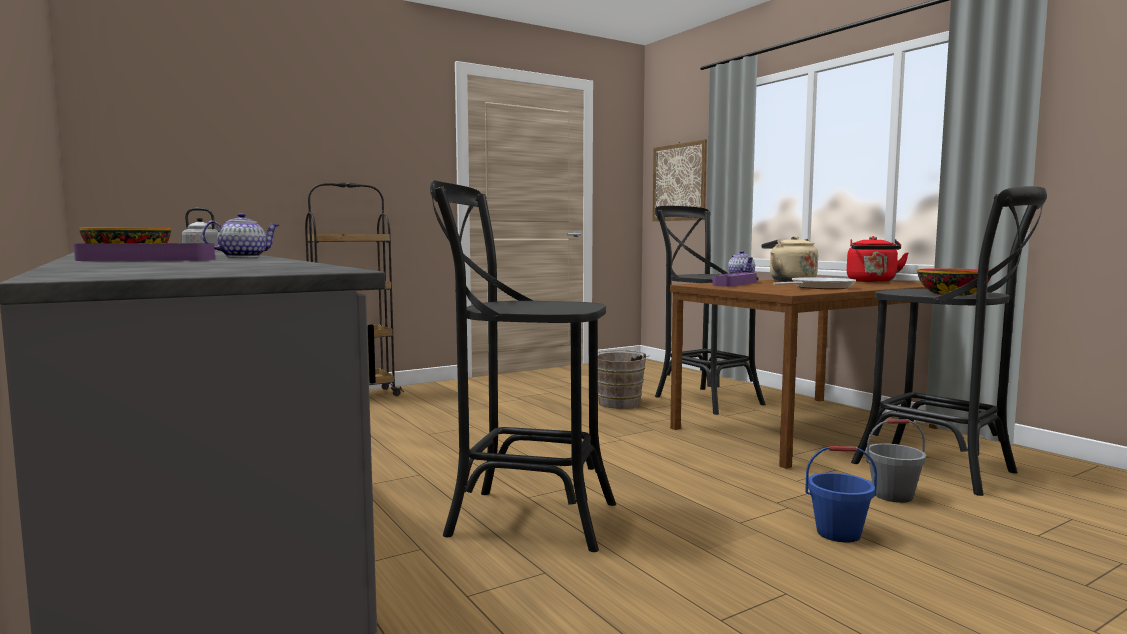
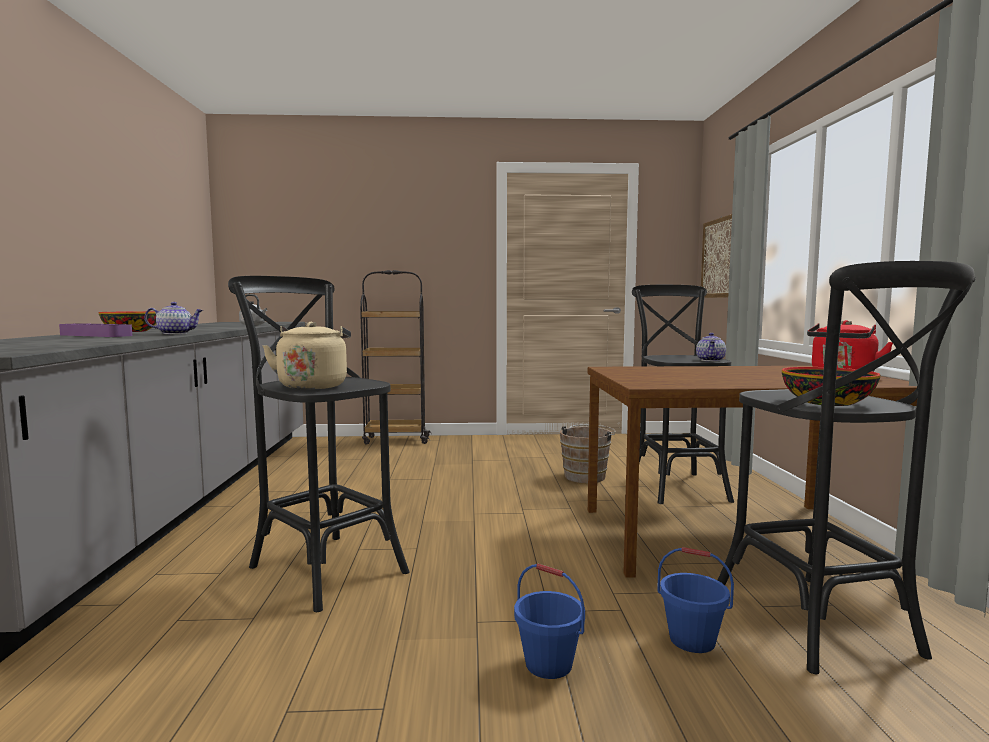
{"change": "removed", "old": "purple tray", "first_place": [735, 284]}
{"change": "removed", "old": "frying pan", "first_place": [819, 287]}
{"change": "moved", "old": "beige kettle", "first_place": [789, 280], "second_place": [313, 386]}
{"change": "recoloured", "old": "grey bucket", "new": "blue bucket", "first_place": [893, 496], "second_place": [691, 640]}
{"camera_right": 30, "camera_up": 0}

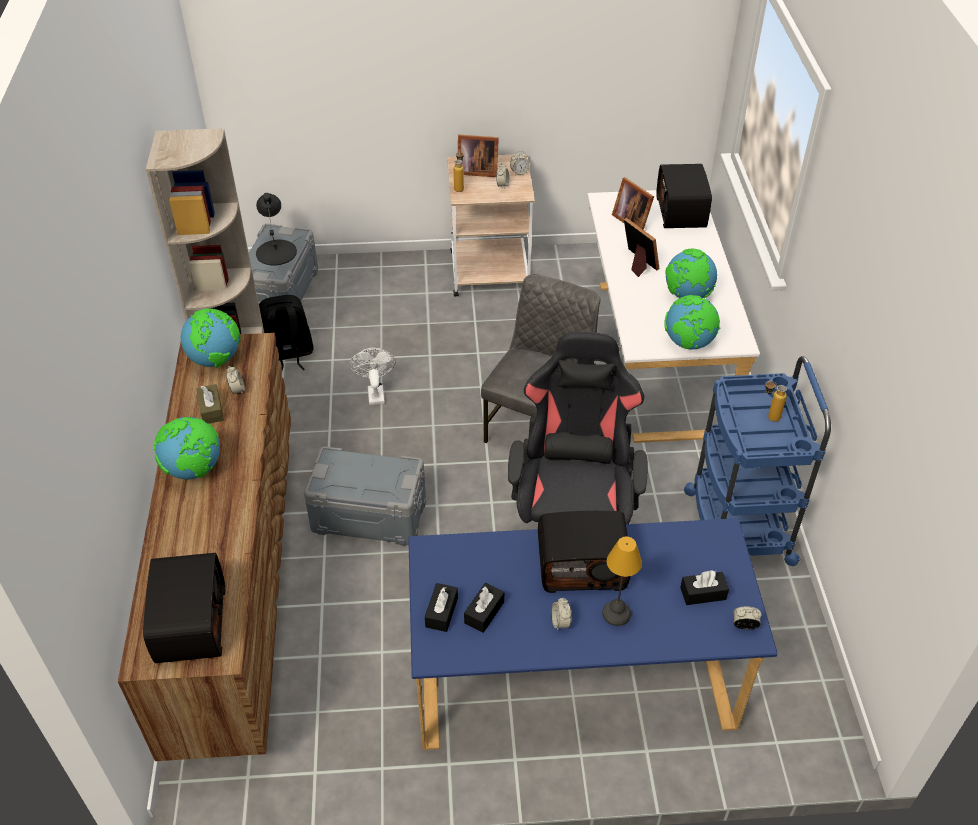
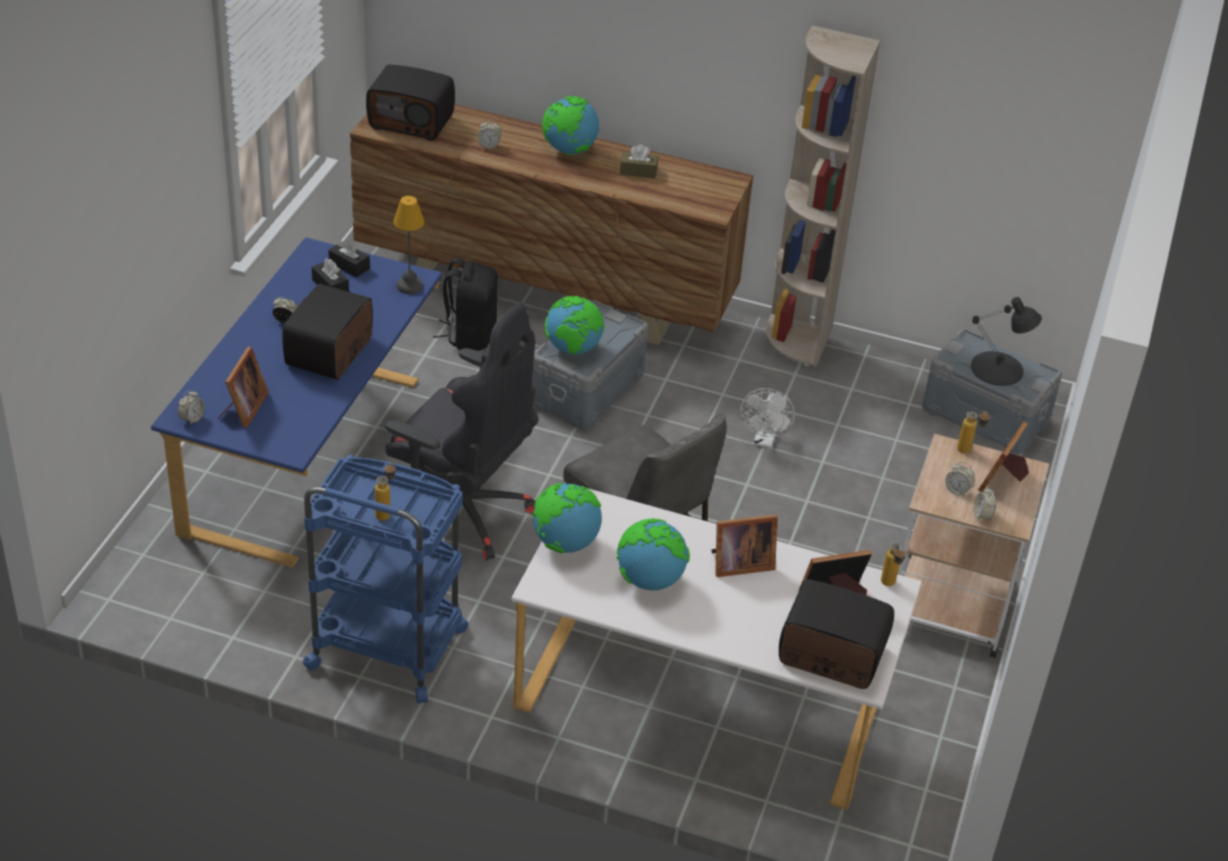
{"change": "added", "new": "bottle", "second_place": [889, 586]}
{"change": "moved", "old": "globe", "first_place": [216, 359], "second_place": [573, 349]}
{"change": "moved", "old": "alarm clock", "first_place": [237, 390], "second_place": [489, 146]}
{"change": "moved", "old": "black backpack", "first_place": [288, 354], "second_place": [470, 335]}
{"change": "moved", "old": "table lamp", "first_place": [617, 613], "second_place": [409, 286]}
{"change": "replaced", "old": "black tissue box", "new": "picture frame", "first_place": [703, 593], "second_place": [243, 409]}
{"change": "turned", "old": "white fan", "first_place": [375, 392], "second_place": [764, 441], "degrees": 90}
{"camera_right": 110, "camera_up": -5}

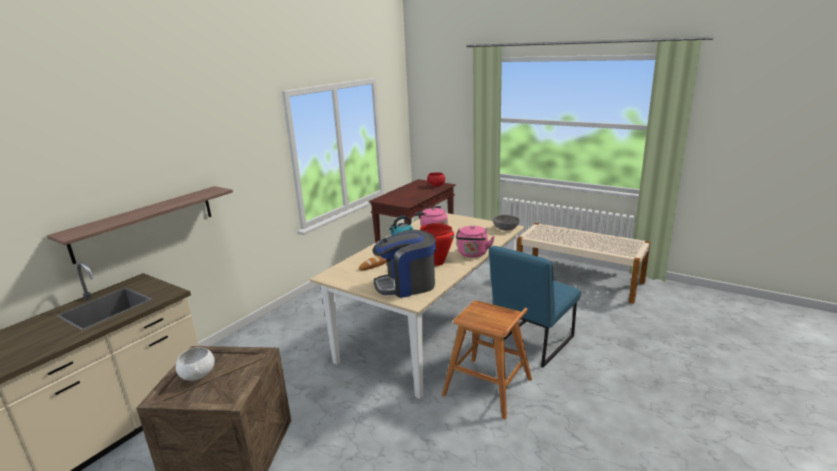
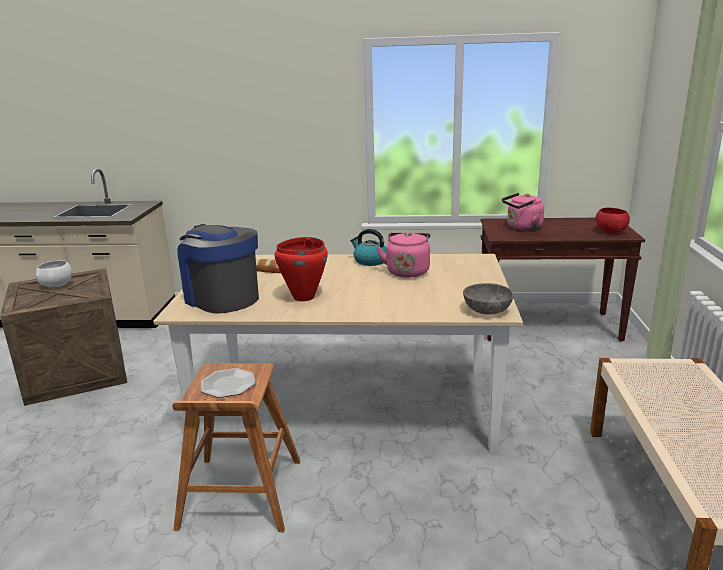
{"change": "removed", "old": "shelf", "first_place": [145, 222]}
{"change": "removed", "old": "blue chair", "first_place": [532, 342]}
{"change": "added", "new": "plate", "second_place": [228, 384]}
{"change": "moved", "old": "pink kettle", "first_place": [472, 254], "second_place": [522, 227]}
{"camera_right": 60, "camera_up": 0}

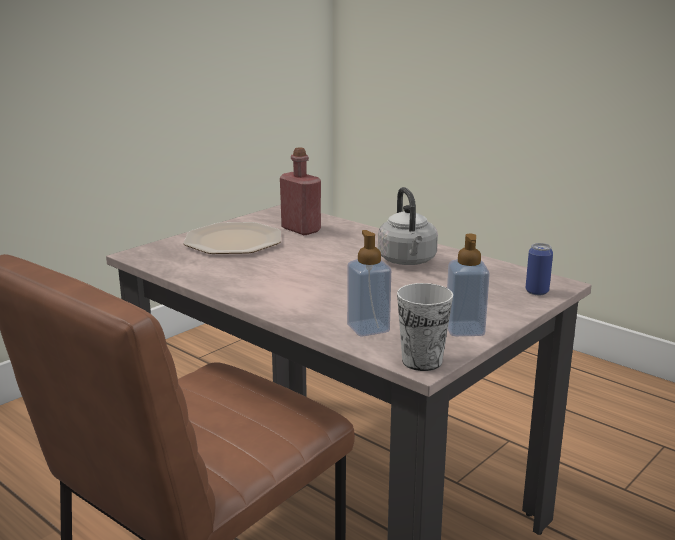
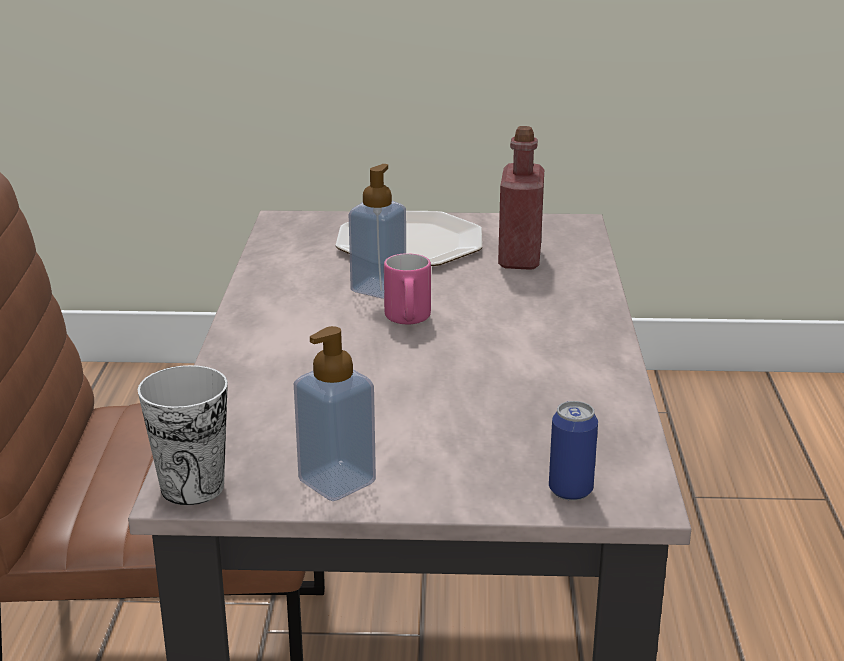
{"change": "removed", "old": "grey kettle", "first_place": [408, 261]}
{"change": "added", "new": "pink mug", "second_place": [408, 321]}
{"change": "moved", "old": "soap dispenser", "first_place": [368, 328], "second_place": [378, 288]}
{"camera_right": 50, "camera_up": 5}

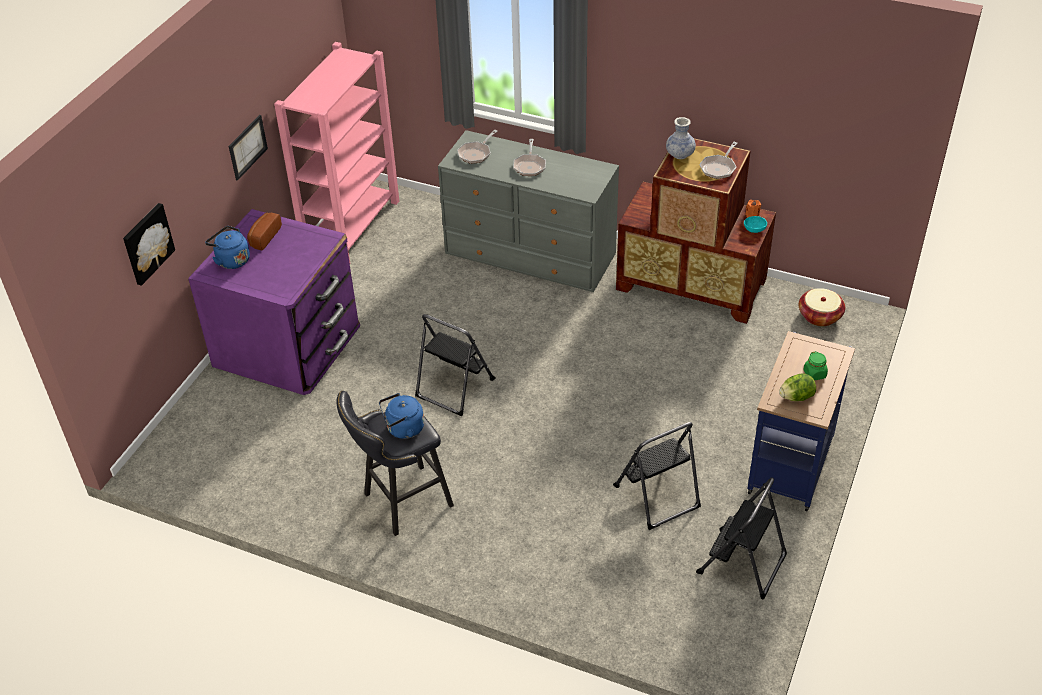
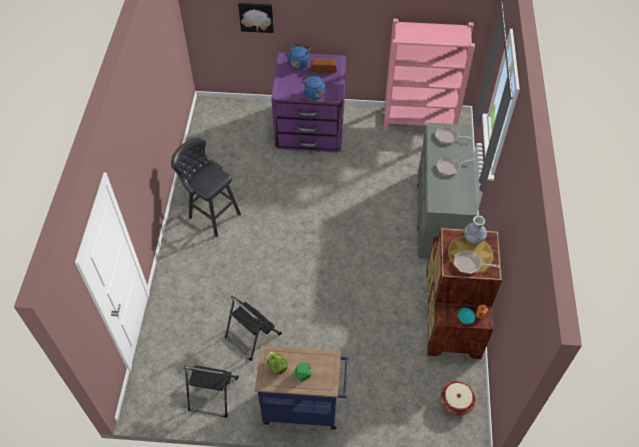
{"change": "removed", "old": "picture", "first_place": [247, 147]}
{"change": "removed", "old": "black step ladder", "first_place": [453, 389]}
{"change": "moved", "old": "blue kettle", "first_place": [403, 429], "second_place": [313, 93]}
{"camera_right": 70, "camera_up": 10}

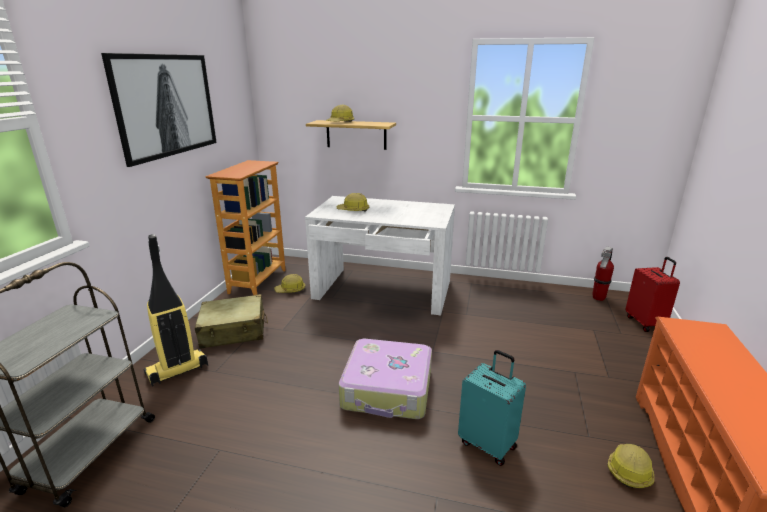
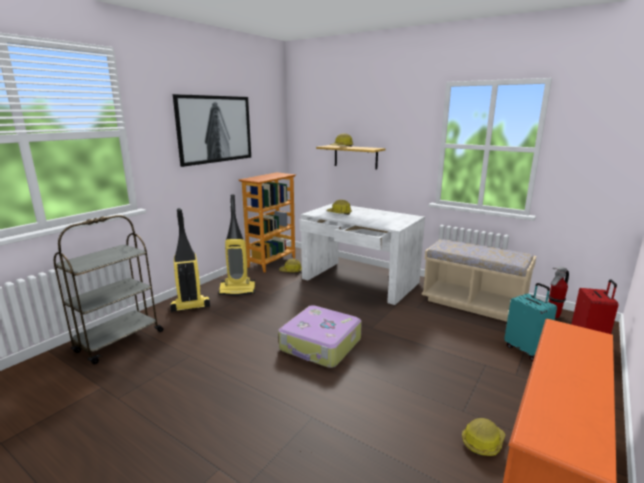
{"change": "added", "new": "beige bench", "second_place": [473, 304]}
{"change": "moved", "old": "turquoise suitcase", "first_place": [488, 444], "second_place": [526, 350]}
{"change": "replaced", "old": "beige suitcase", "new": "vacuum cleaner", "first_place": [234, 331], "second_place": [238, 290]}
{"camera_right": 20, "camera_up": -5}

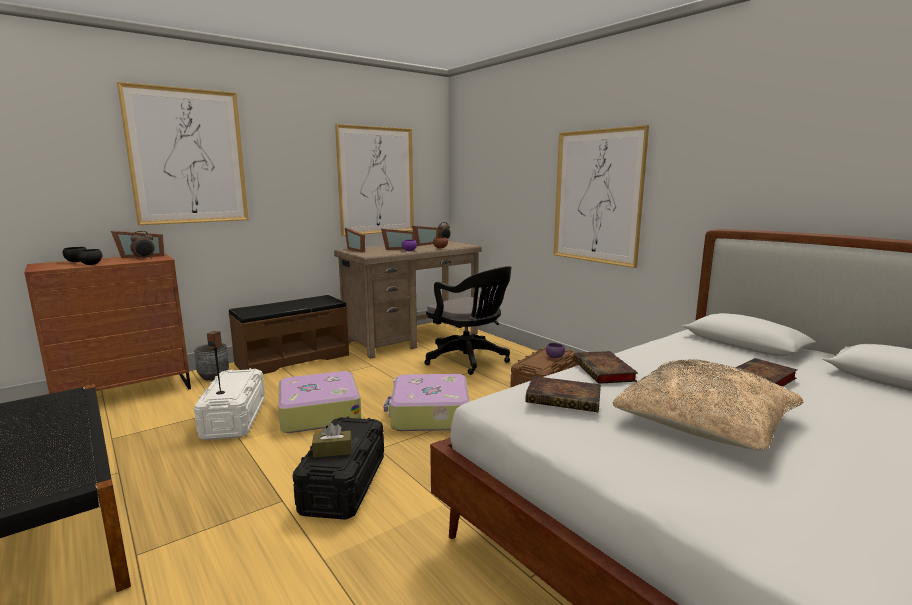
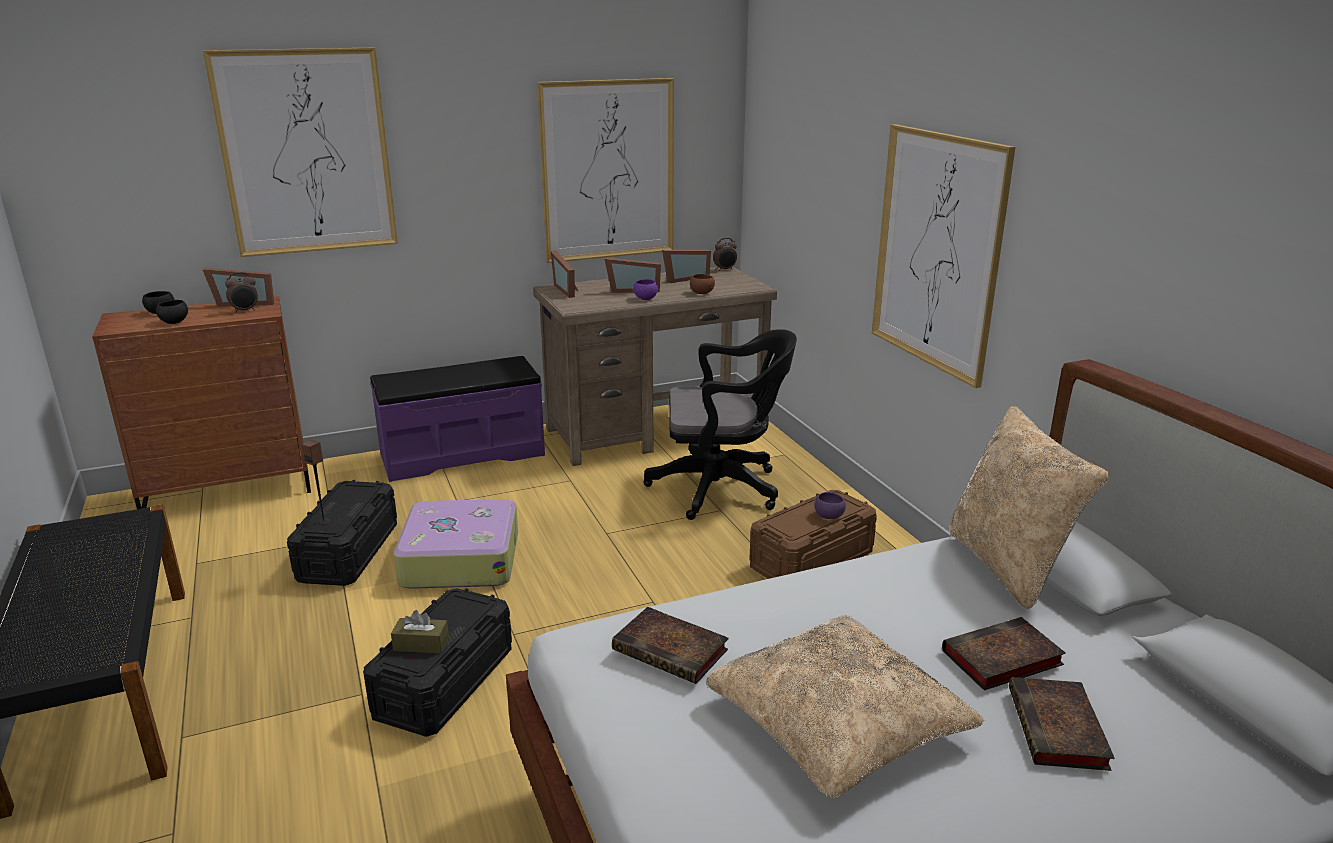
{"change": "removed", "old": "grey planter", "first_place": [214, 376]}
{"change": "removed", "old": "suitcase", "first_place": [429, 414]}
{"change": "added", "new": "beige pillow", "second_place": [1006, 570]}
{"change": "moved", "old": "book", "first_place": [605, 372], "second_place": [1059, 731]}
{"change": "recoloured", "old": "white storage box", "new": "black storage box", "first_place": [234, 418], "second_place": [349, 552]}
{"change": "recoloured", "old": "brown bench", "new": "purple bench", "first_place": [292, 359], "second_place": [462, 454]}
{"change": "turned", "old": "black office chair", "first_place": [469, 360], "second_place": [722, 488], "degrees": -60}
{"camera_right": 15, "camera_up": 10}

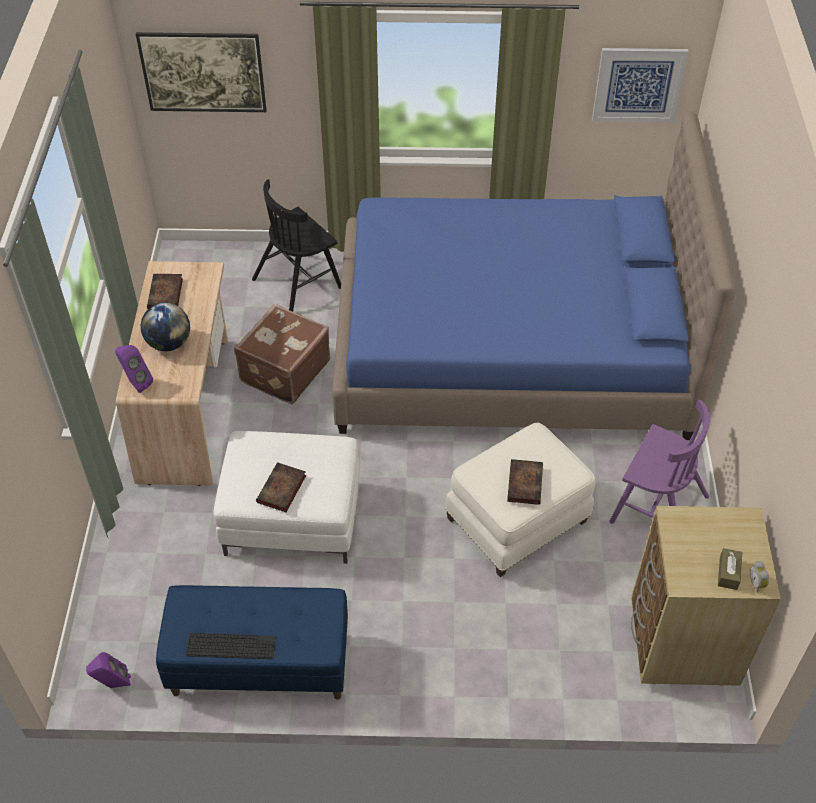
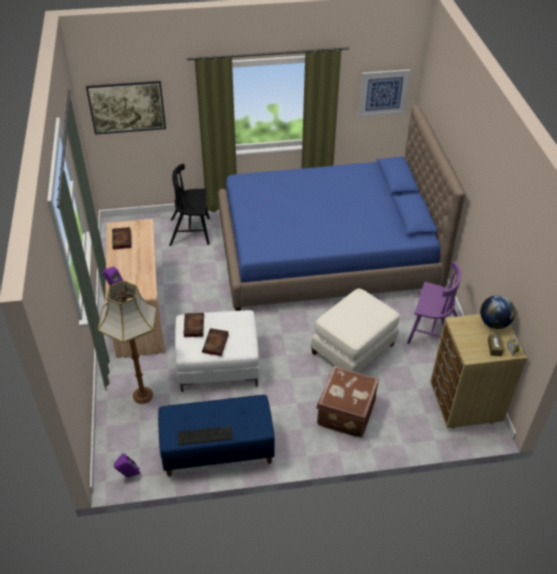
{"change": "added", "new": "floor lamp", "second_place": [142, 395]}
{"change": "moved", "old": "globe", "first_place": [169, 343], "second_place": [494, 323]}
{"change": "moved", "old": "brown suitcase", "first_place": [283, 371], "second_place": [345, 413]}
{"change": "moved", "old": "book", "first_place": [524, 483], "second_place": [193, 326]}
{"change": "turned", "old": "black chair", "first_place": [301, 281], "second_place": [193, 231], "degrees": 45}
{"camera_right": -10, "camera_up": -5}

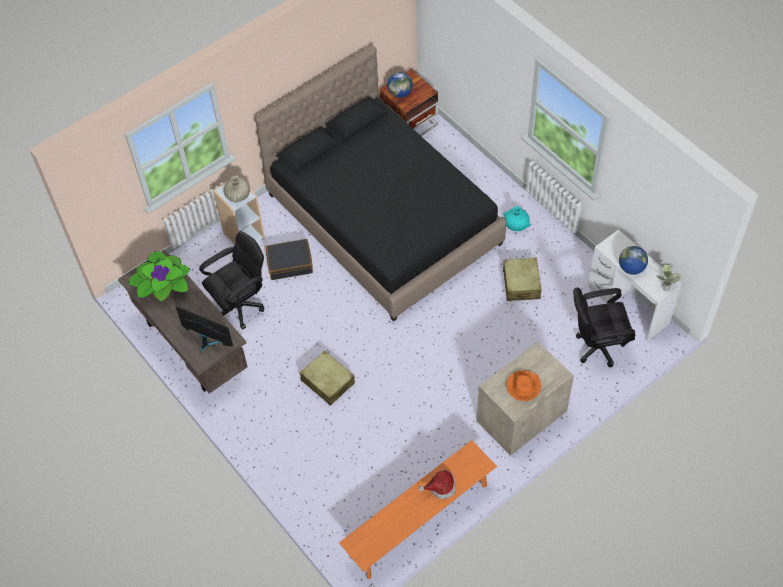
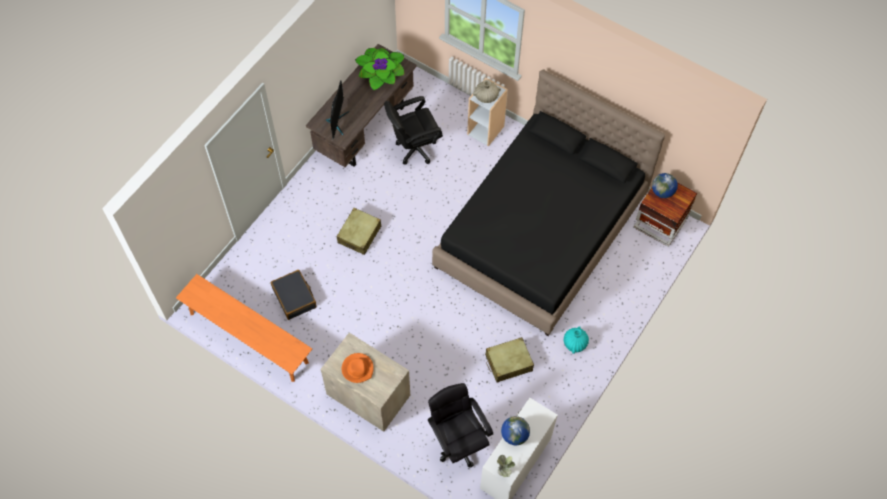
{"change": "removed", "old": "hat", "first_place": [440, 487]}
{"change": "moved", "old": "black suitcase", "first_place": [290, 263], "second_place": [294, 297]}
{"change": "turned", "old": "black office chair", "first_place": [242, 306], "second_place": [414, 151], "degrees": 120}
{"camera_right": 70, "camera_up": 5}

